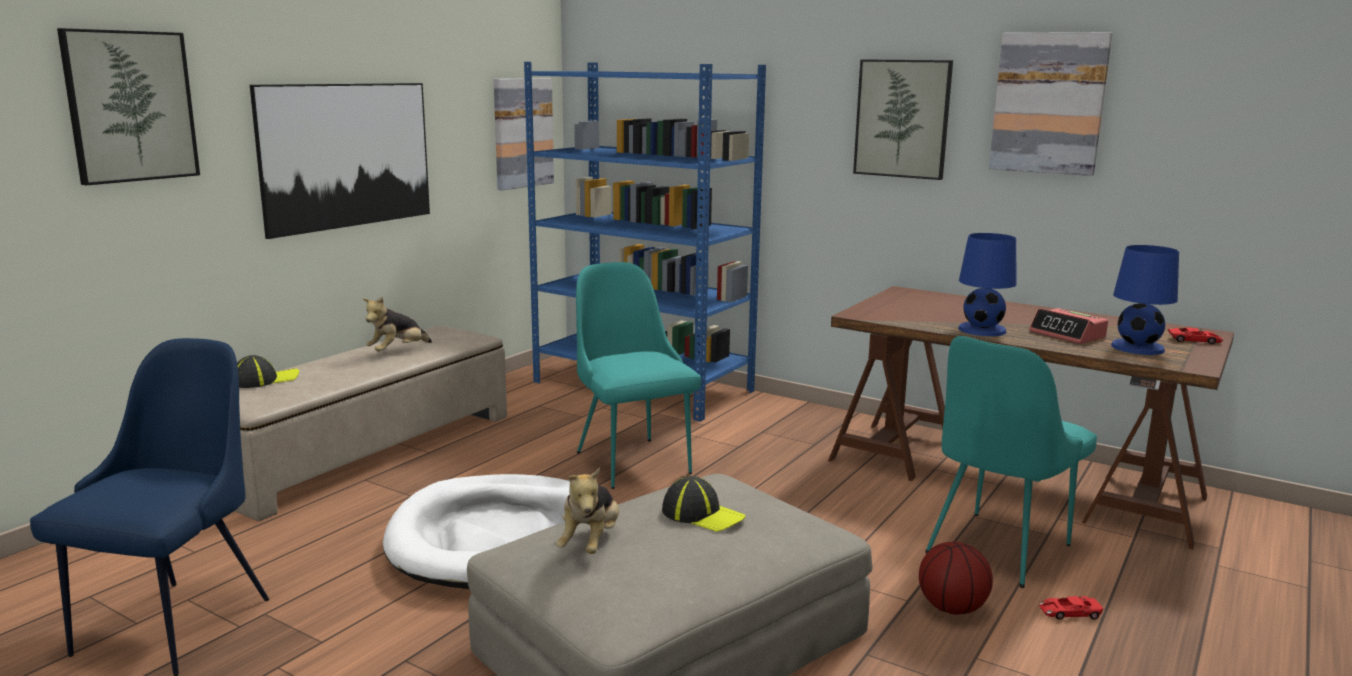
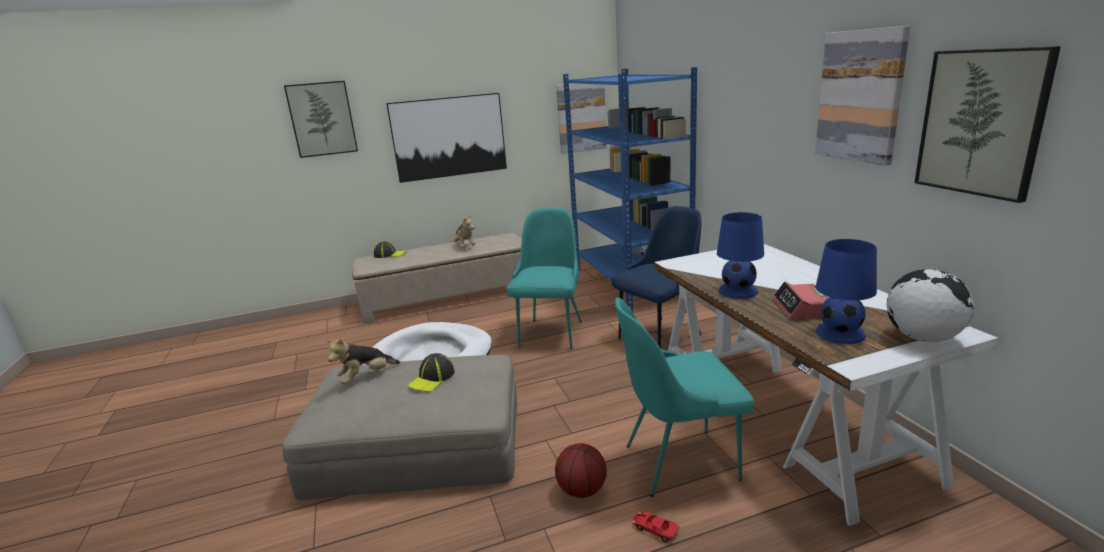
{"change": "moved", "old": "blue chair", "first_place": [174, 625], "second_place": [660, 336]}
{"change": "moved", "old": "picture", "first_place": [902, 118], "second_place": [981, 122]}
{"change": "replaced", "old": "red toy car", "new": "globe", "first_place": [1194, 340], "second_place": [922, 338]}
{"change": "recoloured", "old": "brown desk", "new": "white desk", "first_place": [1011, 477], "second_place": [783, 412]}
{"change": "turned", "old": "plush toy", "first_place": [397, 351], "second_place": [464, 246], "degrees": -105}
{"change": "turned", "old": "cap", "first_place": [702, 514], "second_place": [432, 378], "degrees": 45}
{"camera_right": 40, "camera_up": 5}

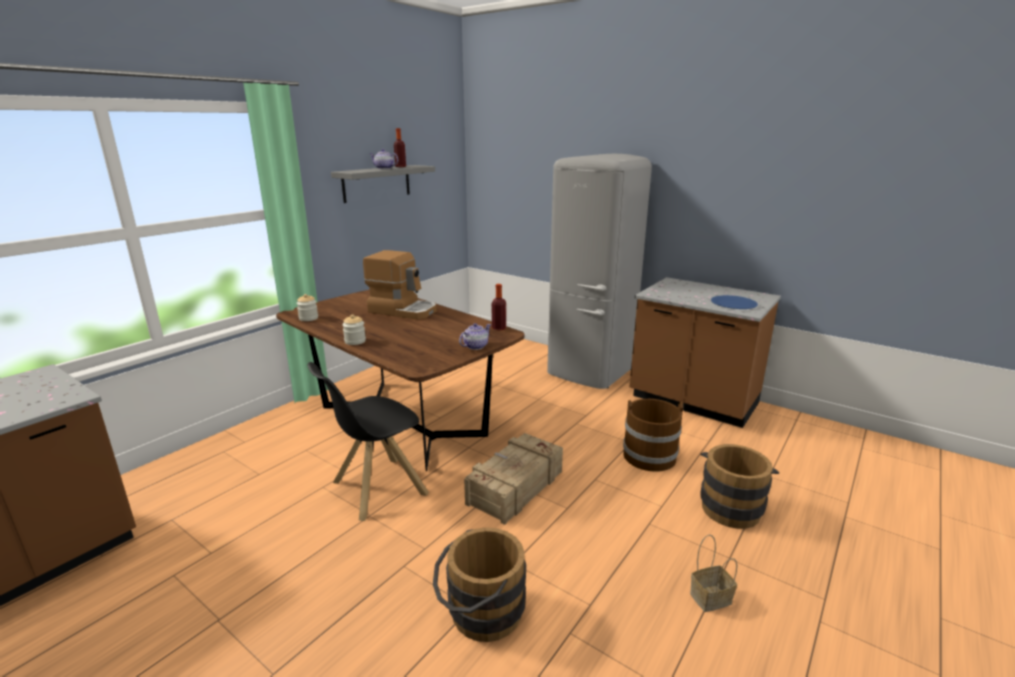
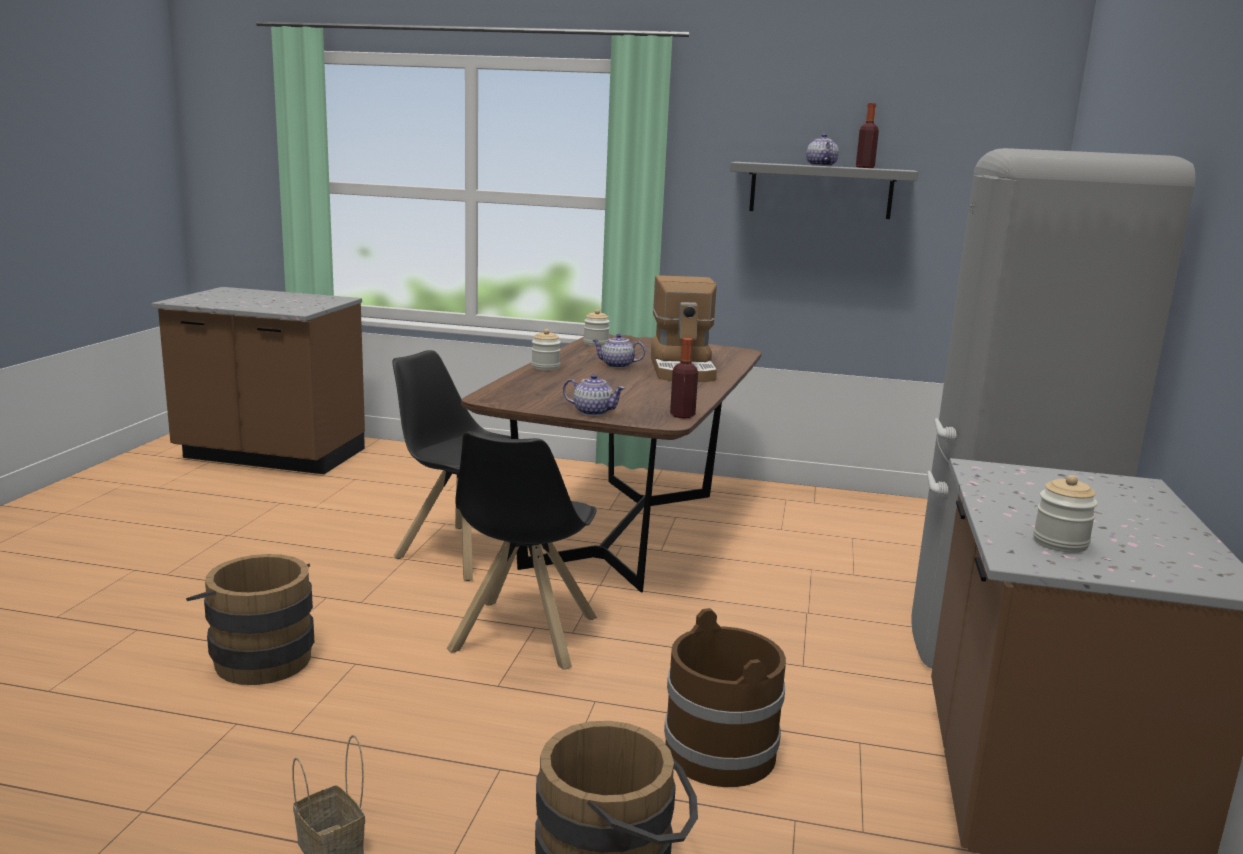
{"change": "added", "new": "teapot", "second_place": [616, 365]}
{"change": "replaced", "old": "crate", "new": "black chair", "first_place": [514, 487], "second_place": [522, 636]}
{"change": "replaced", "old": "blue plate", "new": "jar", "first_place": [733, 304], "second_place": [1060, 543]}
{"camera_right": 65, "camera_up": -5}

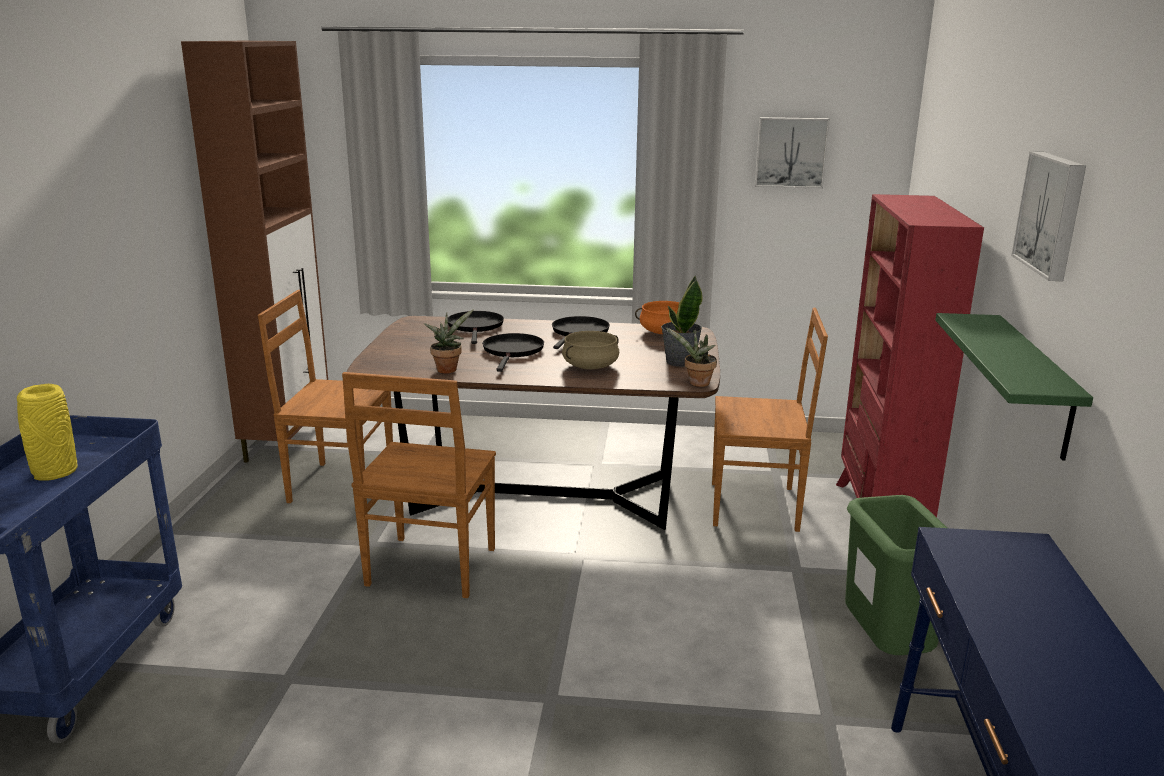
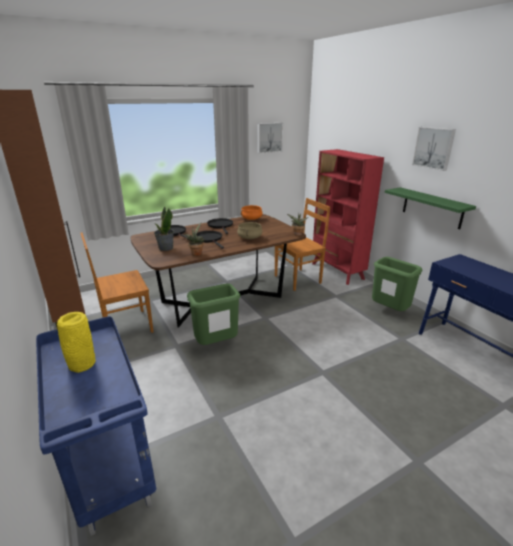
{"change": "moved", "old": "potted plant", "first_place": [679, 362], "second_place": [165, 248]}
{"change": "replaced", "old": "brown chair", "new": "green trash can", "first_place": [430, 569], "second_place": [216, 345]}
{"camera_right": -35, "camera_up": 5}

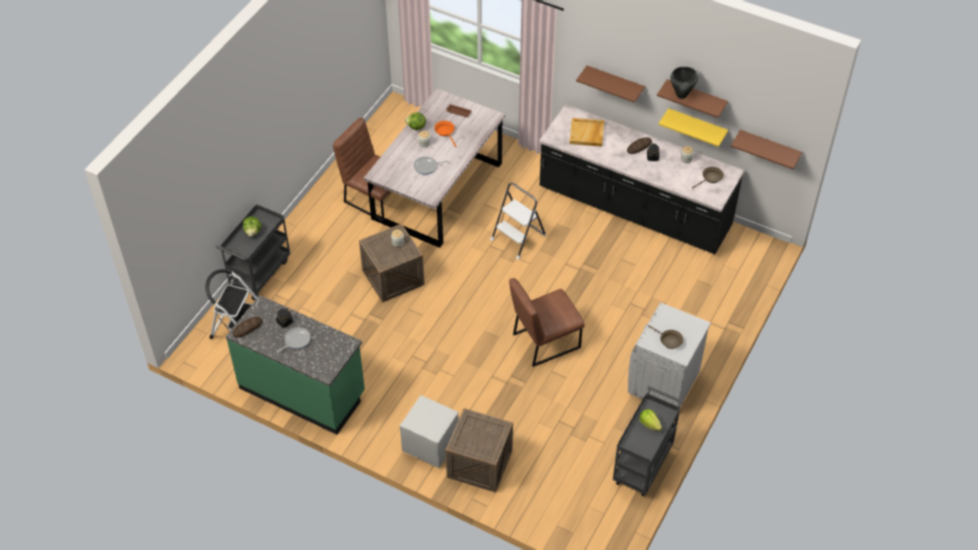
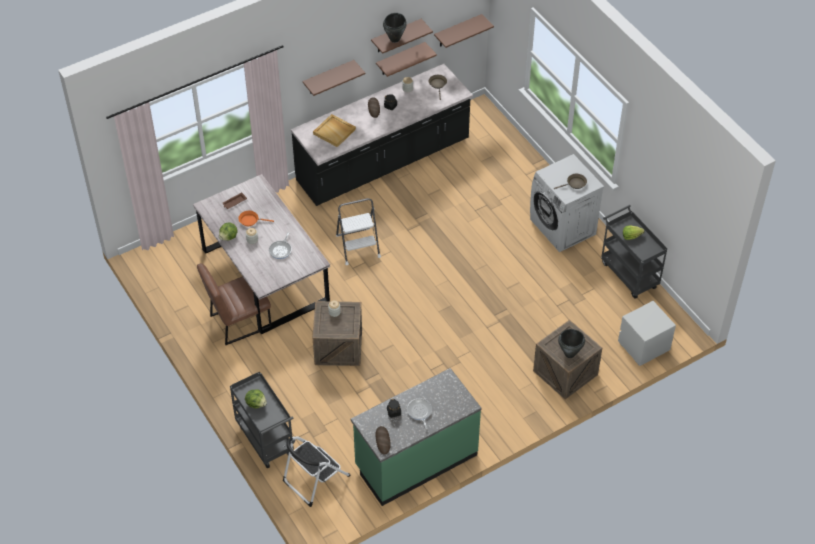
{"change": "removed", "old": "brown chair", "first_place": [544, 341]}
{"change": "added", "new": "black cooking pot", "second_place": [570, 354]}
{"change": "moved", "old": "white nightstand", "first_place": [430, 445], "second_place": [644, 347]}
{"change": "recoloured", "old": "yellow shelf", "new": "brown shelf", "first_place": [696, 126], "second_place": [400, 59]}
{"camera_right": -60, "camera_up": 0}

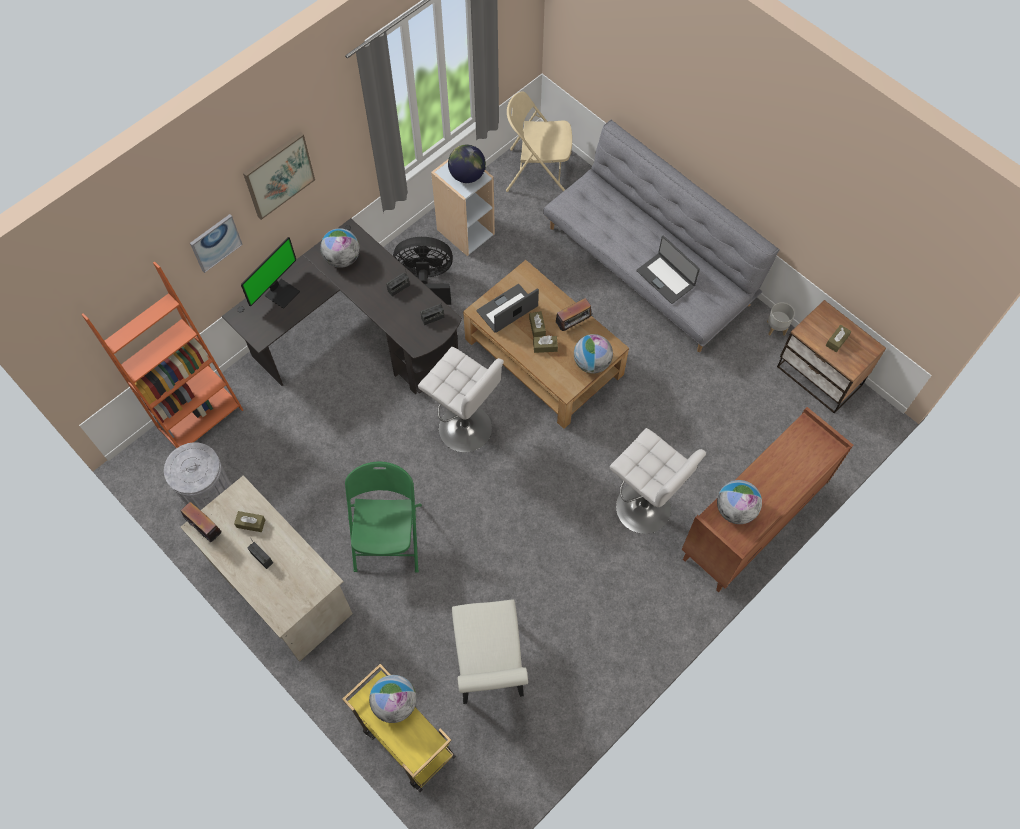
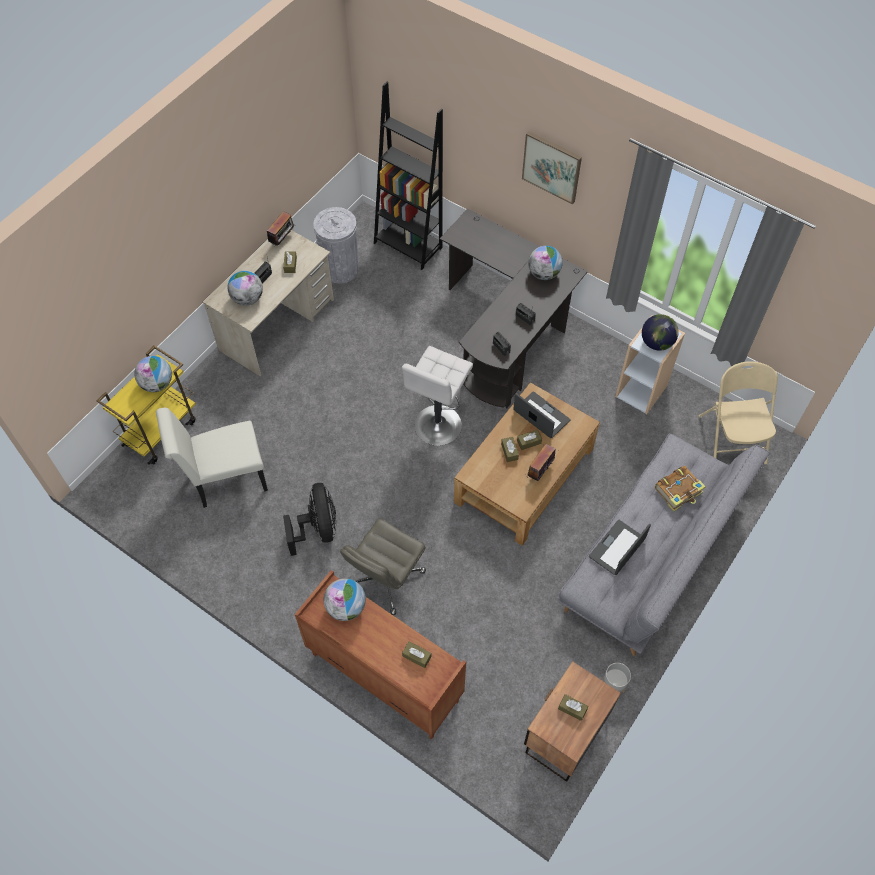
{"change": "removed", "old": "picture", "first_place": [215, 242]}
{"change": "removed", "old": "monitor", "first_place": [281, 292]}
{"change": "removed", "old": "green chair", "first_place": [388, 537]}
{"change": "added", "new": "brown tissue box", "second_place": [416, 656]}
{"change": "added", "new": "book", "second_place": [679, 491]}
{"change": "moved", "old": "black fan", "first_place": [427, 280], "second_place": [318, 529]}
{"change": "moved", "old": "globe", "first_place": [591, 363], "second_place": [247, 298]}
{"change": "replaced", "old": "white stool", "new": "grey office chair", "first_place": [643, 508], "second_place": [386, 579]}
{"change": "recoloured", "old": "orange bookcase", "new": "black bookcase", "first_place": [200, 418], "second_place": [408, 245]}
{"change": "turned", "old": "radio", "first_place": [573, 324], "second_place": [539, 471], "degrees": 75}
{"camera_right": 80, "camera_up": -5}

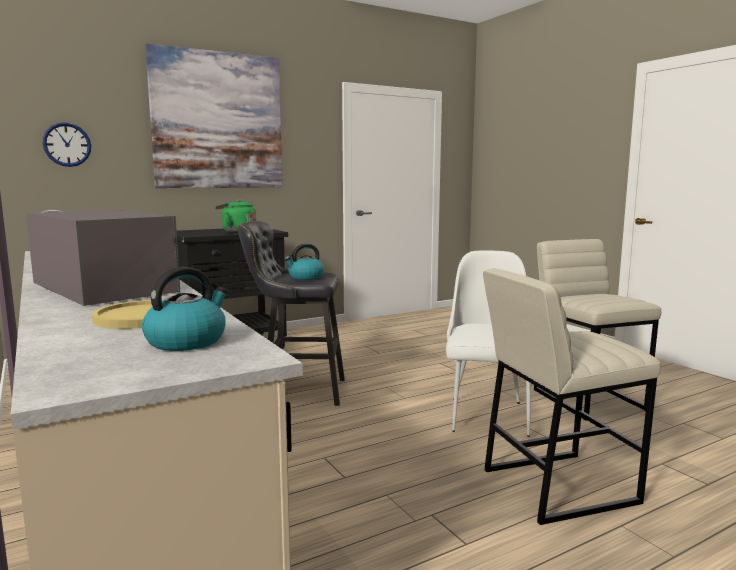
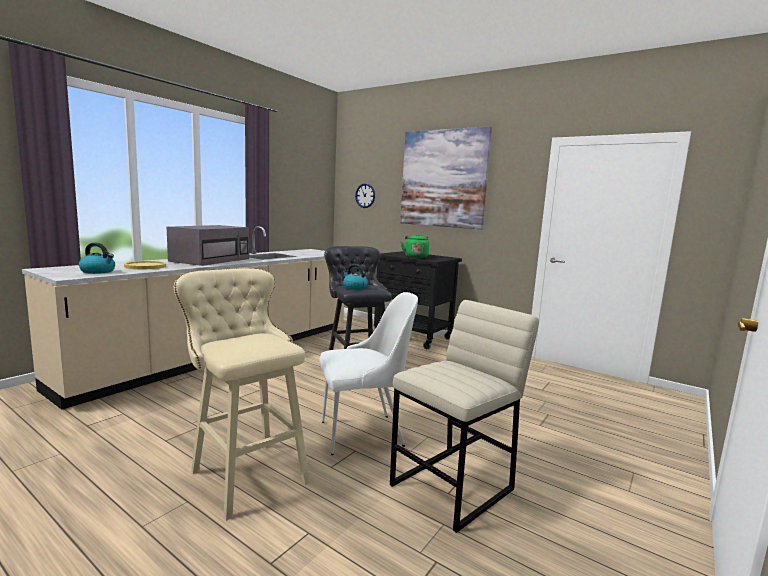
{"change": "replaced", "old": "beige chair", "new": "beige stool", "first_place": [556, 486], "second_place": [244, 470]}
{"camera_right": 65, "camera_up": 0}

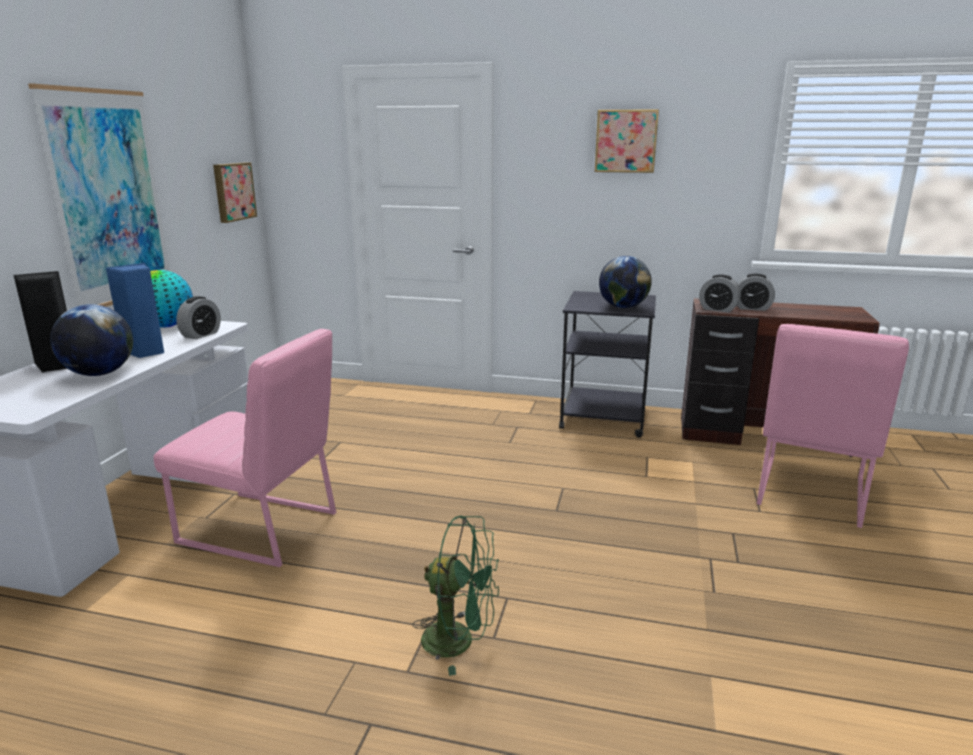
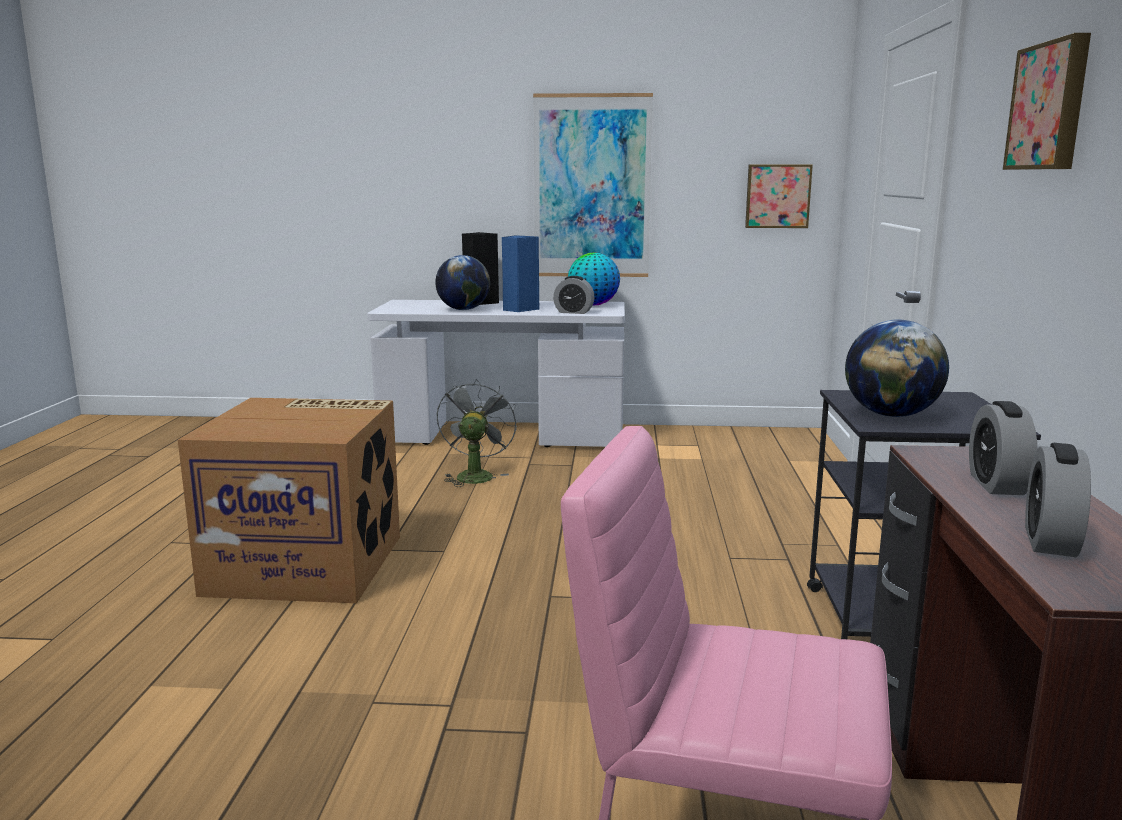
{"change": "moved", "old": "alarm clock", "first_place": [718, 309], "second_place": [1050, 541]}
{"change": "replaced", "old": "pink chair", "new": "grey fan", "first_place": [261, 528], "second_place": [475, 475]}
{"change": "replaced", "old": "green fan", "new": "cardboard box", "first_place": [459, 640], "second_place": [309, 563]}
{"camera_right": 80, "camera_up": -5}

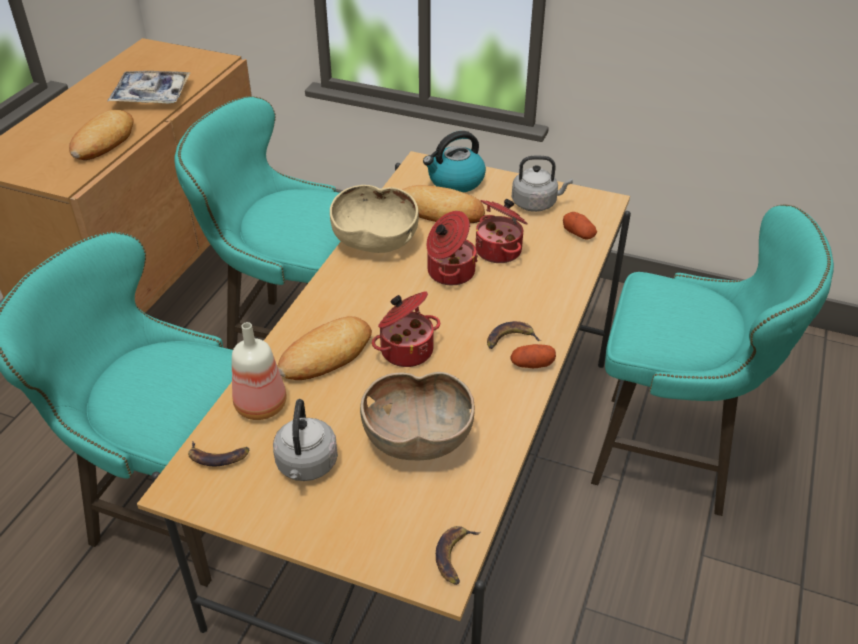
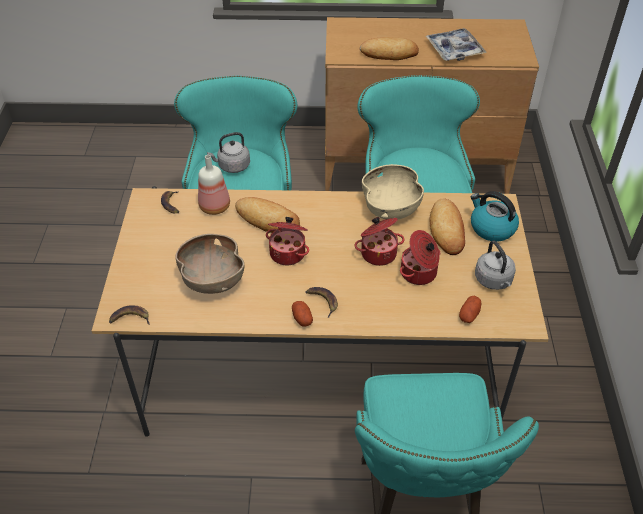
{"change": "moved", "old": "grey kettle", "first_place": [306, 466], "second_place": [232, 166]}
{"camera_right": 70, "camera_up": 5}

